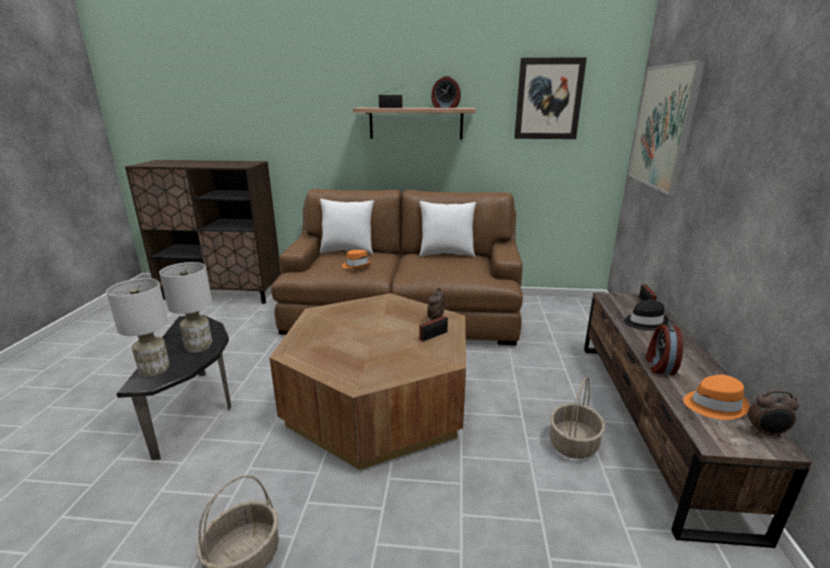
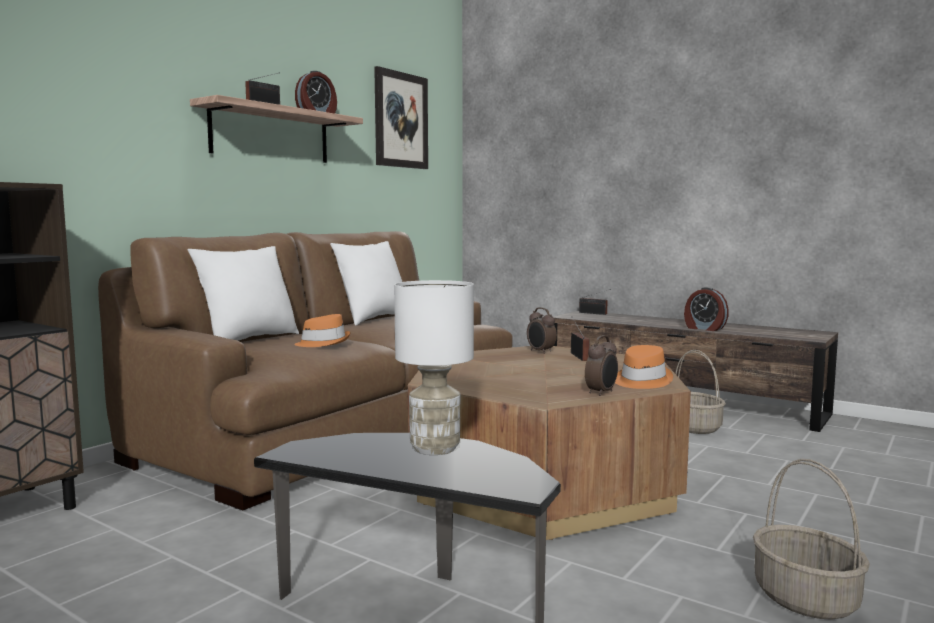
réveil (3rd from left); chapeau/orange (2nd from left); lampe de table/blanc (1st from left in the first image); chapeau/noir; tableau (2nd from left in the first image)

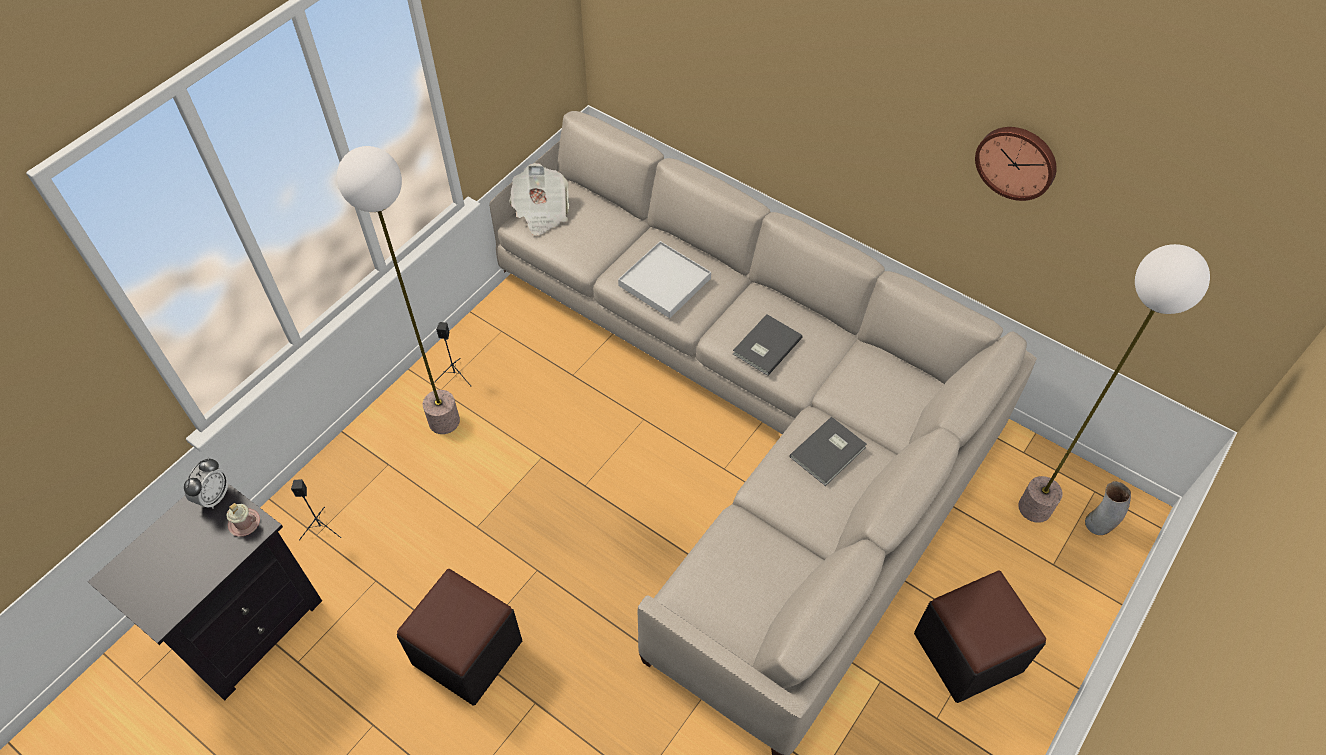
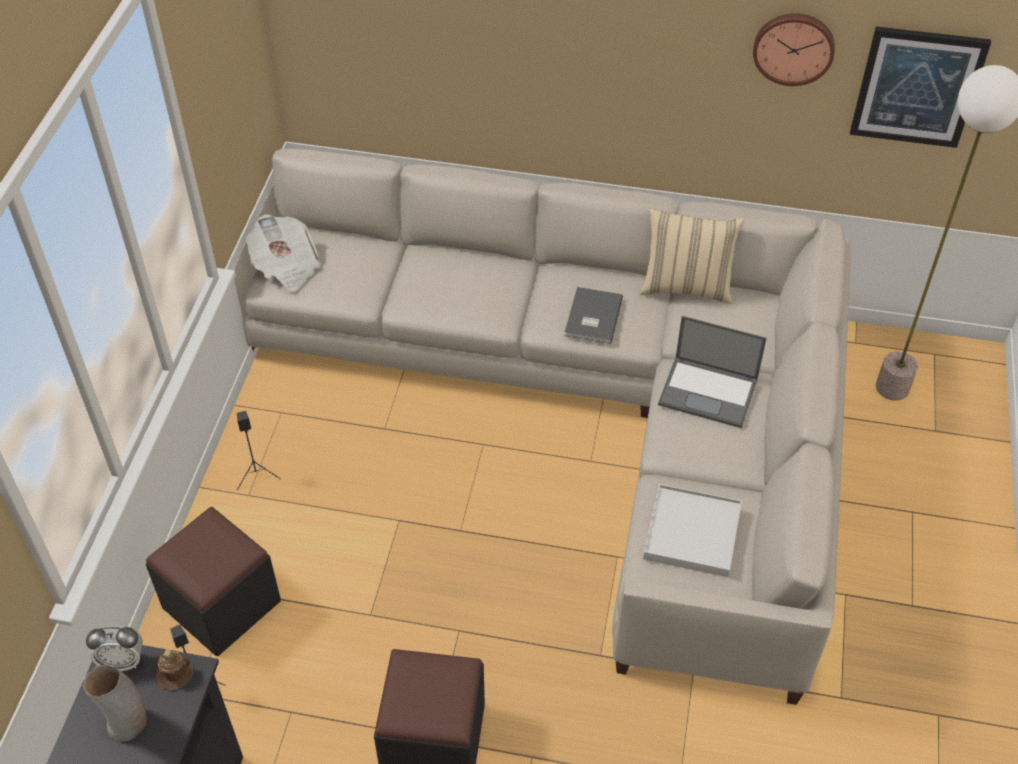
vase; réveil; pouf/noir (1st from left); mug/marron; coussin/beige; plateau/blanc; ordinateur portable; tableau; lampadaire (1st from left in the first image)

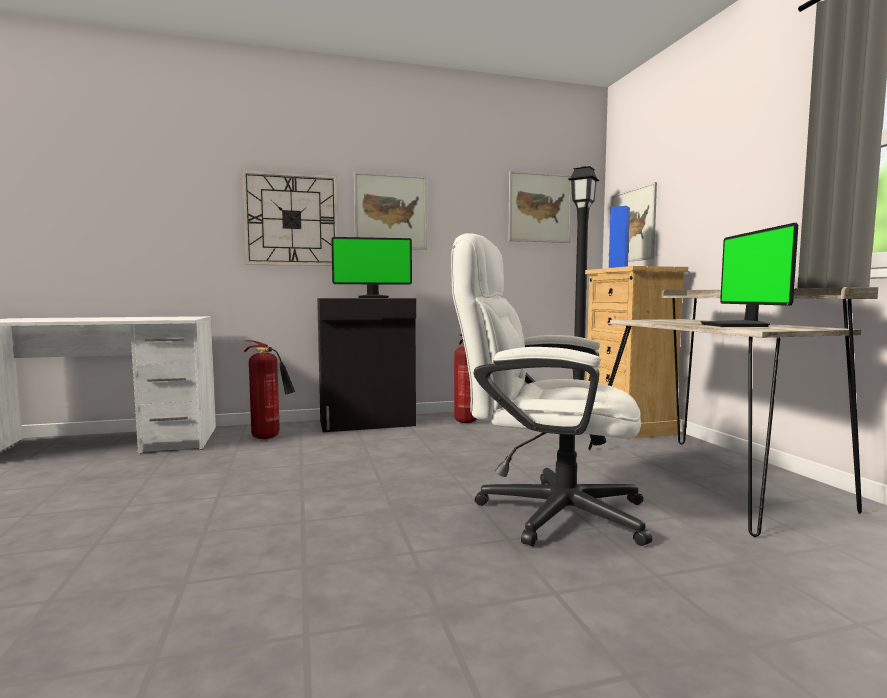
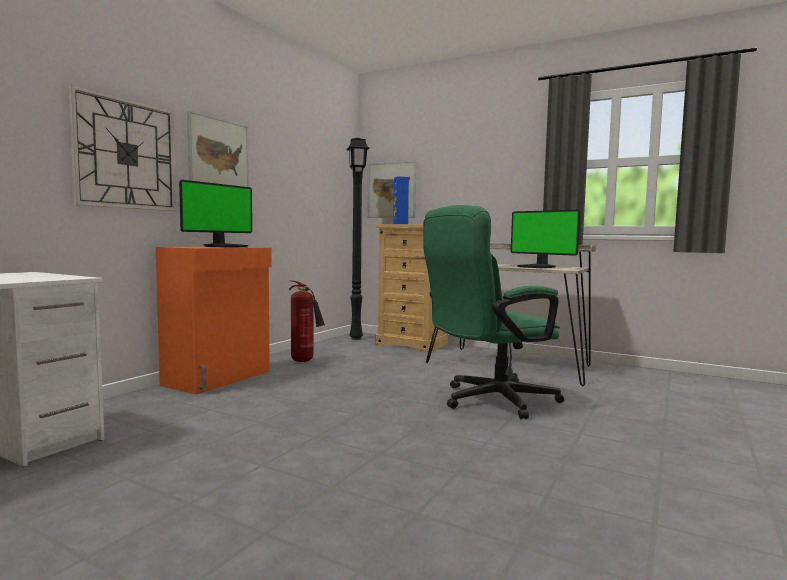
meuble de rangement/orange; chaise de bureau/vert; extincteur (1st from left in the first image); tableau (2nd from left in the first image)

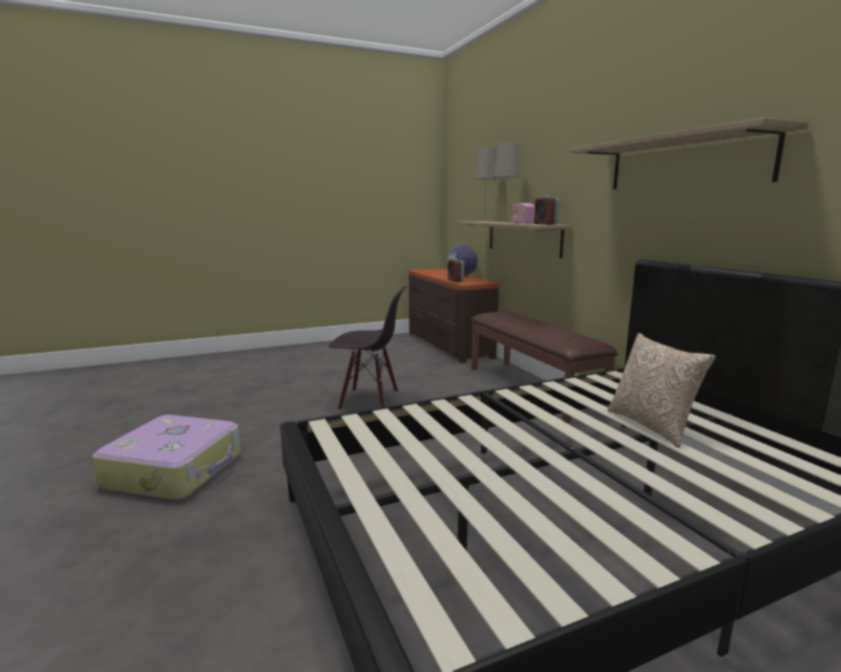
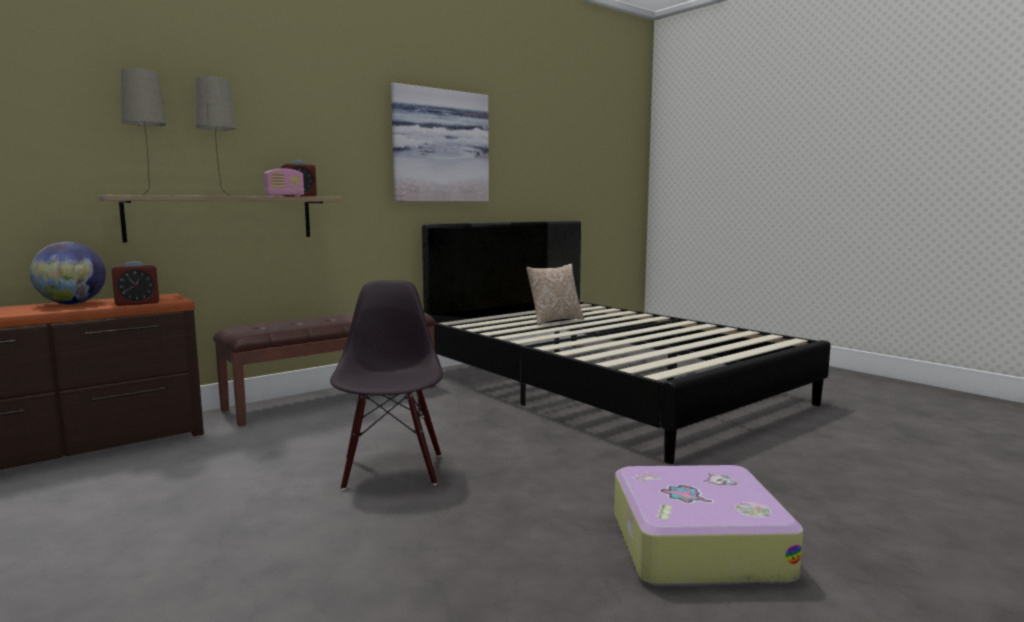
tableau

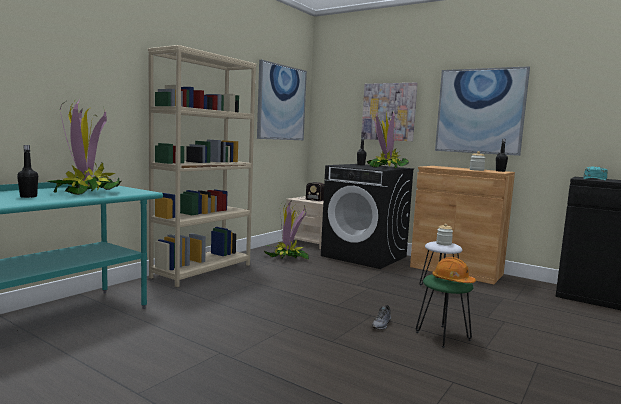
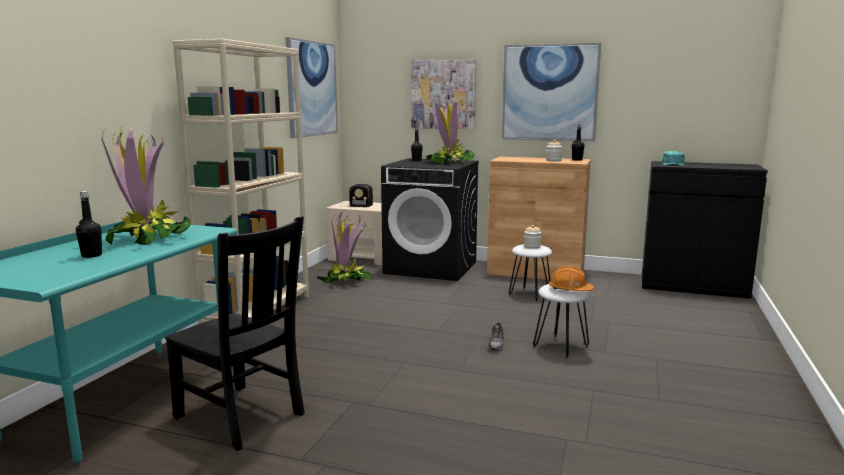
chaise/noir; tabouret/blanc (2nd from left)

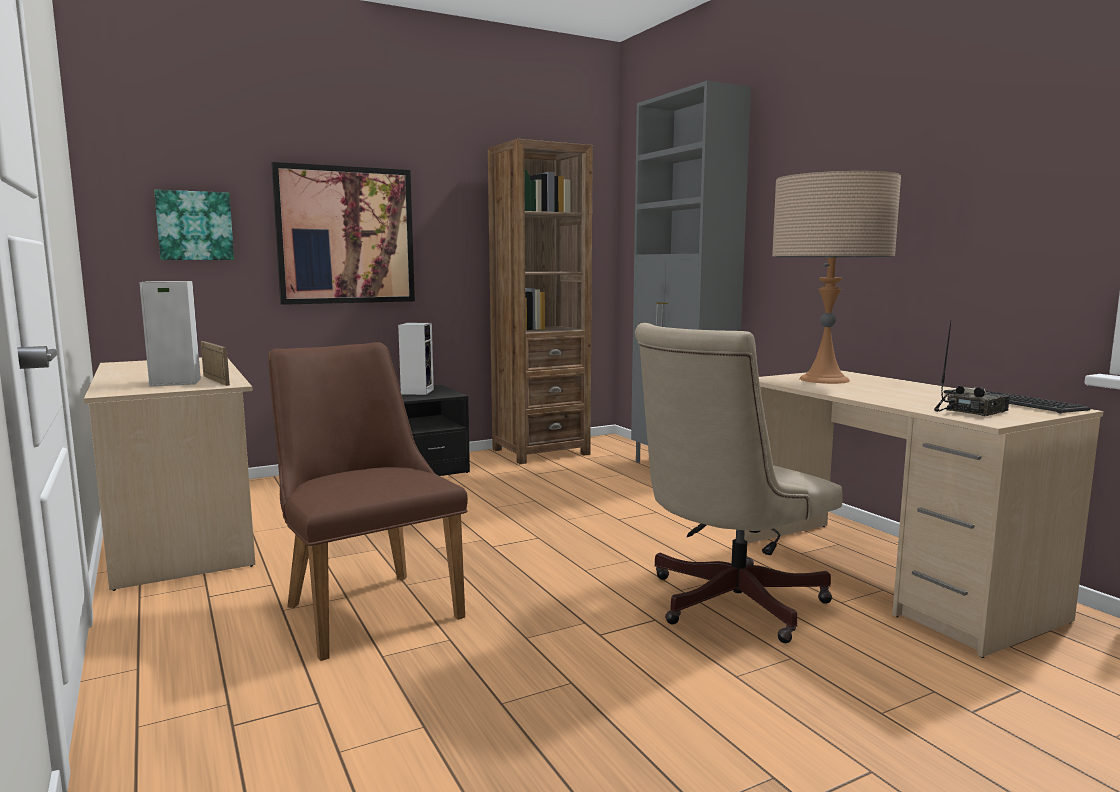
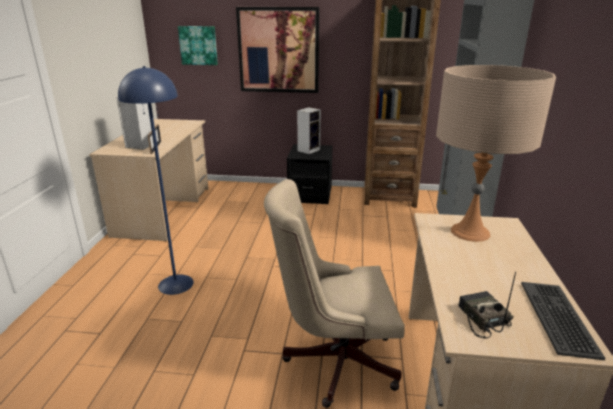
lampadaire/bleu; radio

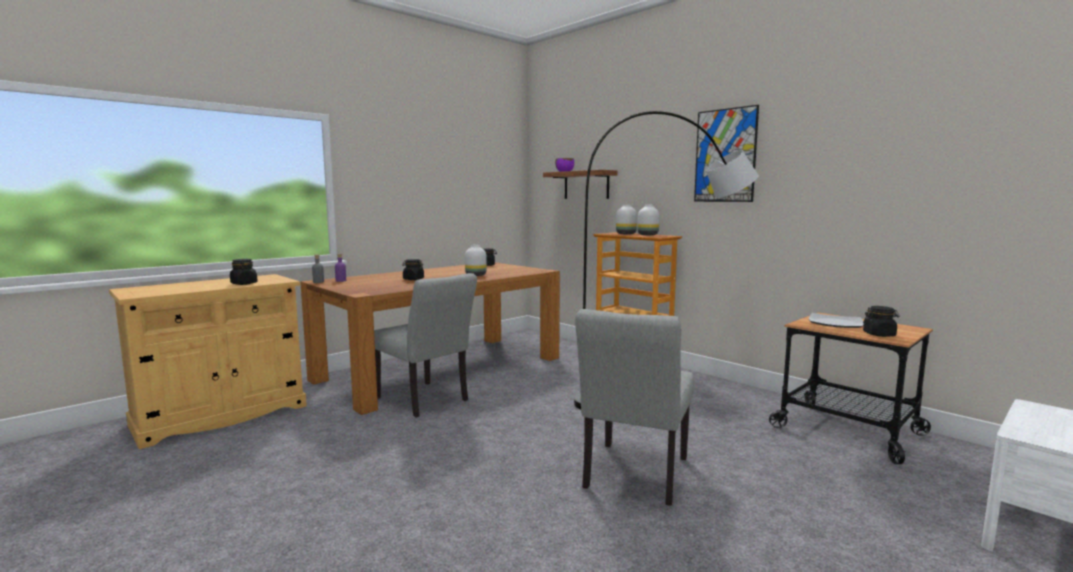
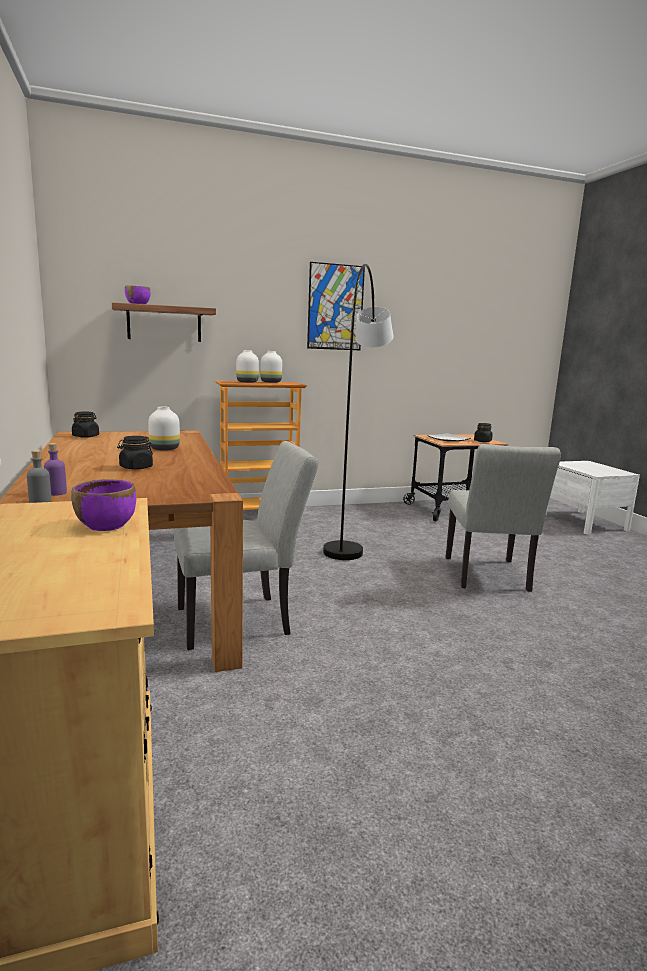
bol/violet (1st from left); chaise/gris (2nd from left)

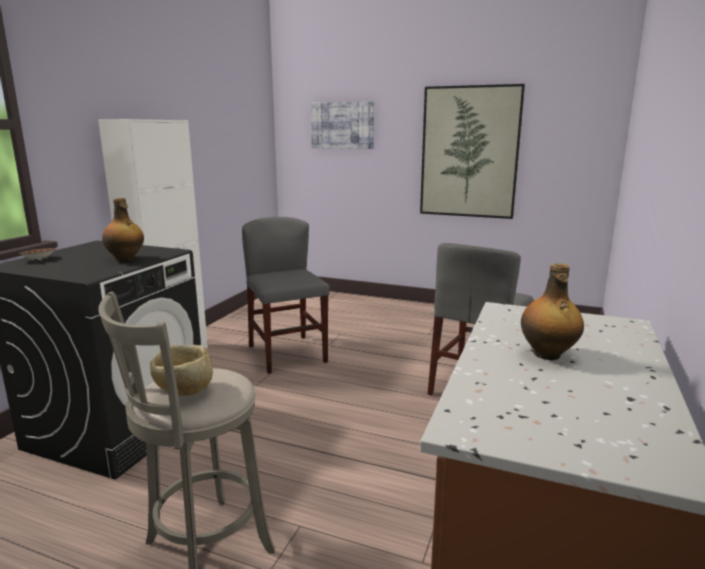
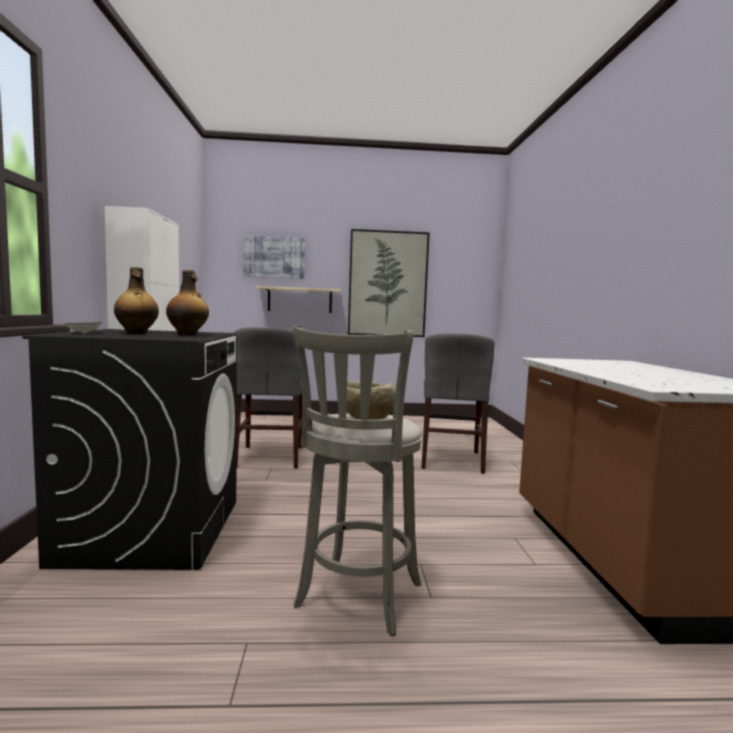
bouteille (1st from left); chaise/gris (1st from left); étagère/beige

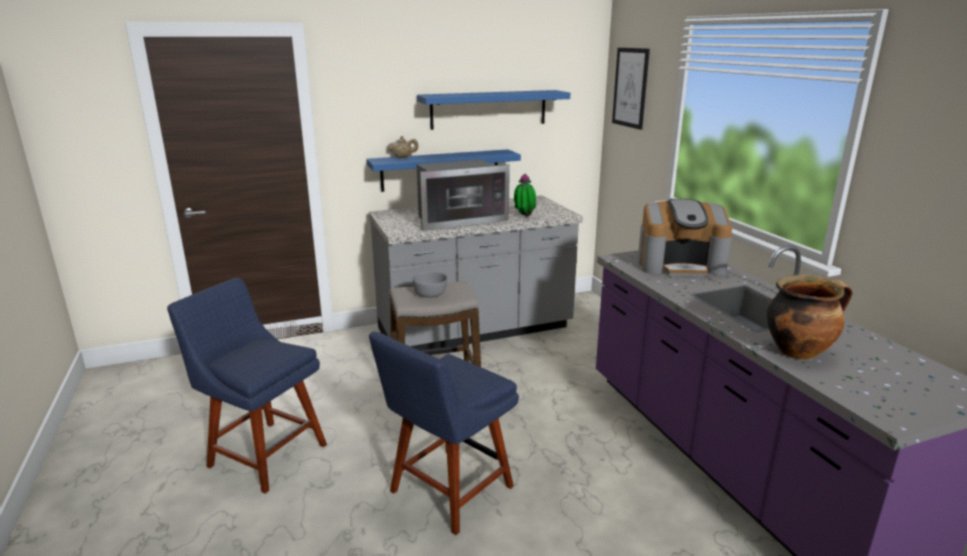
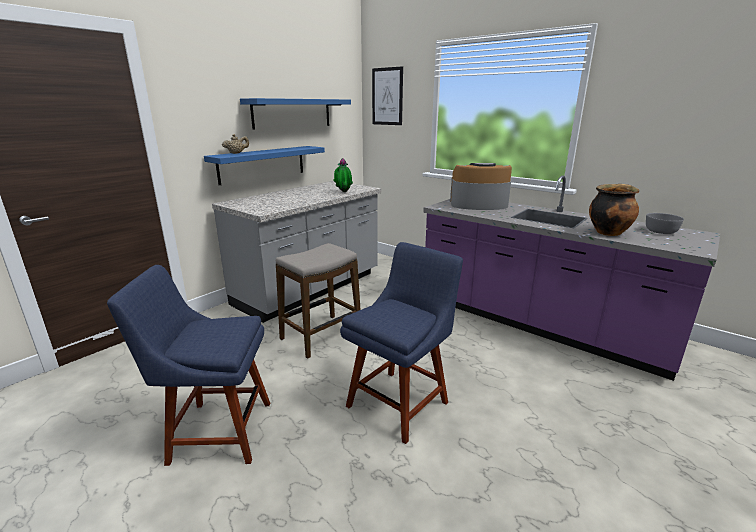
chaise/bleu (2nd from left); machine à café; bol/gris; micro-ondes

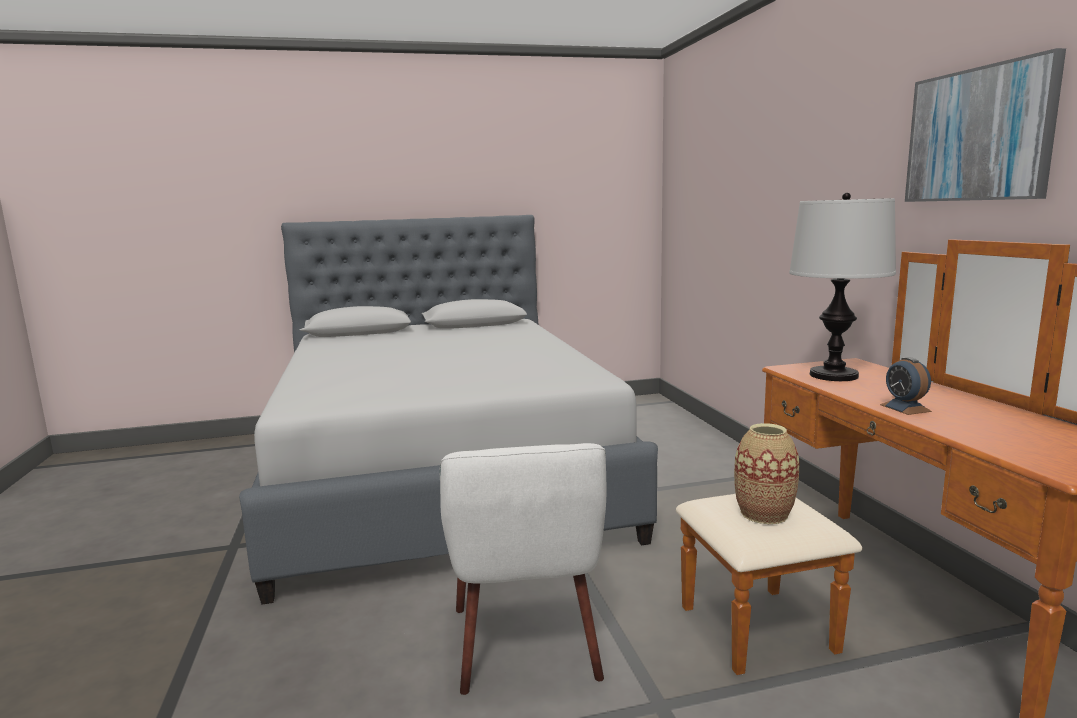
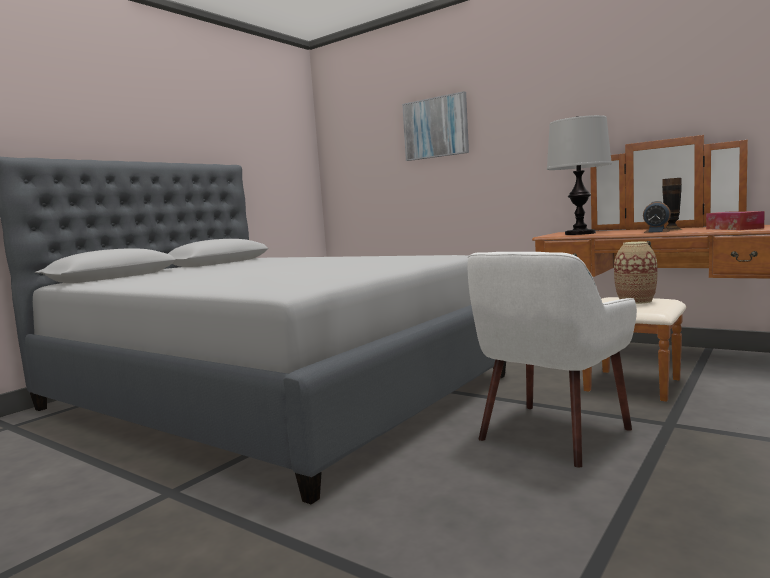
tableau; fauteuil/blanc; vase (2nd from left); boîte à mouchoirs

